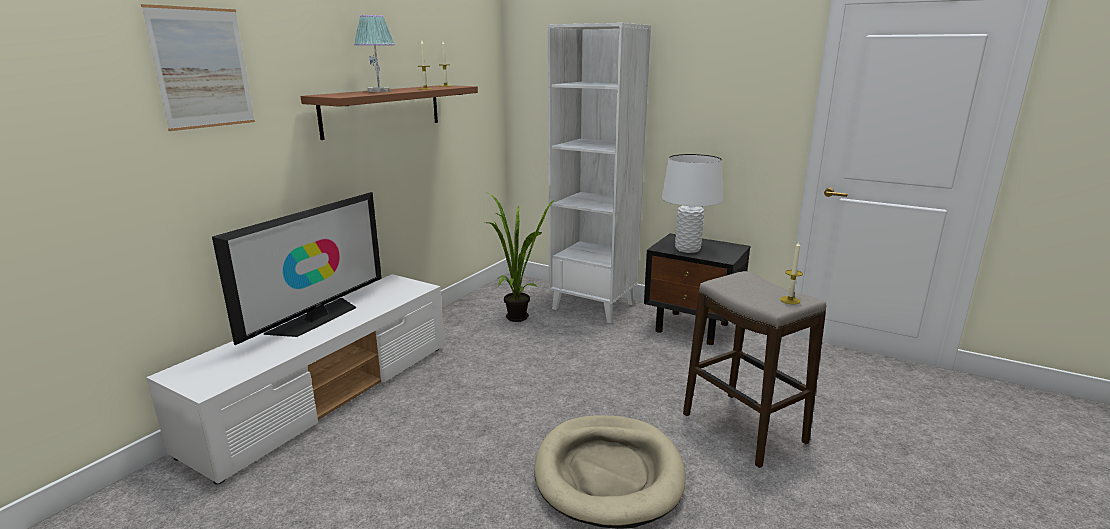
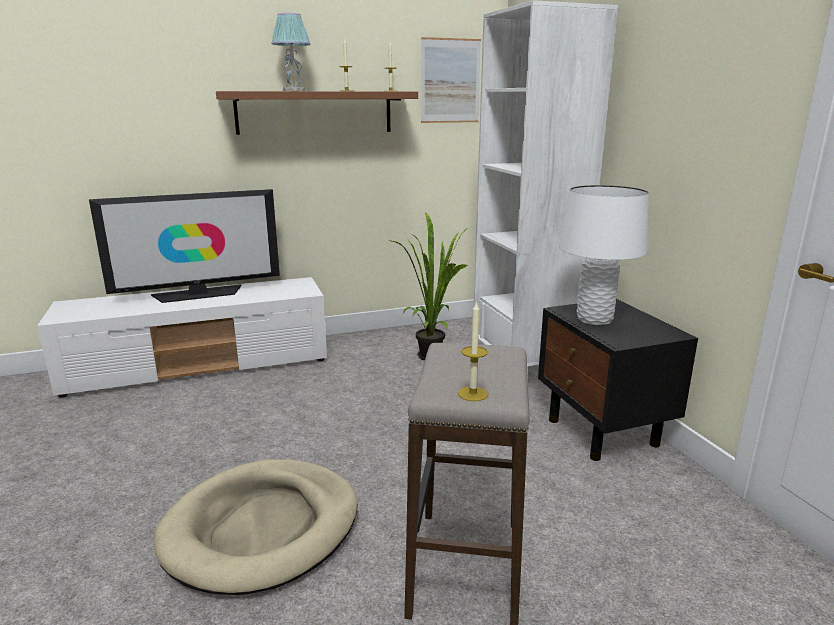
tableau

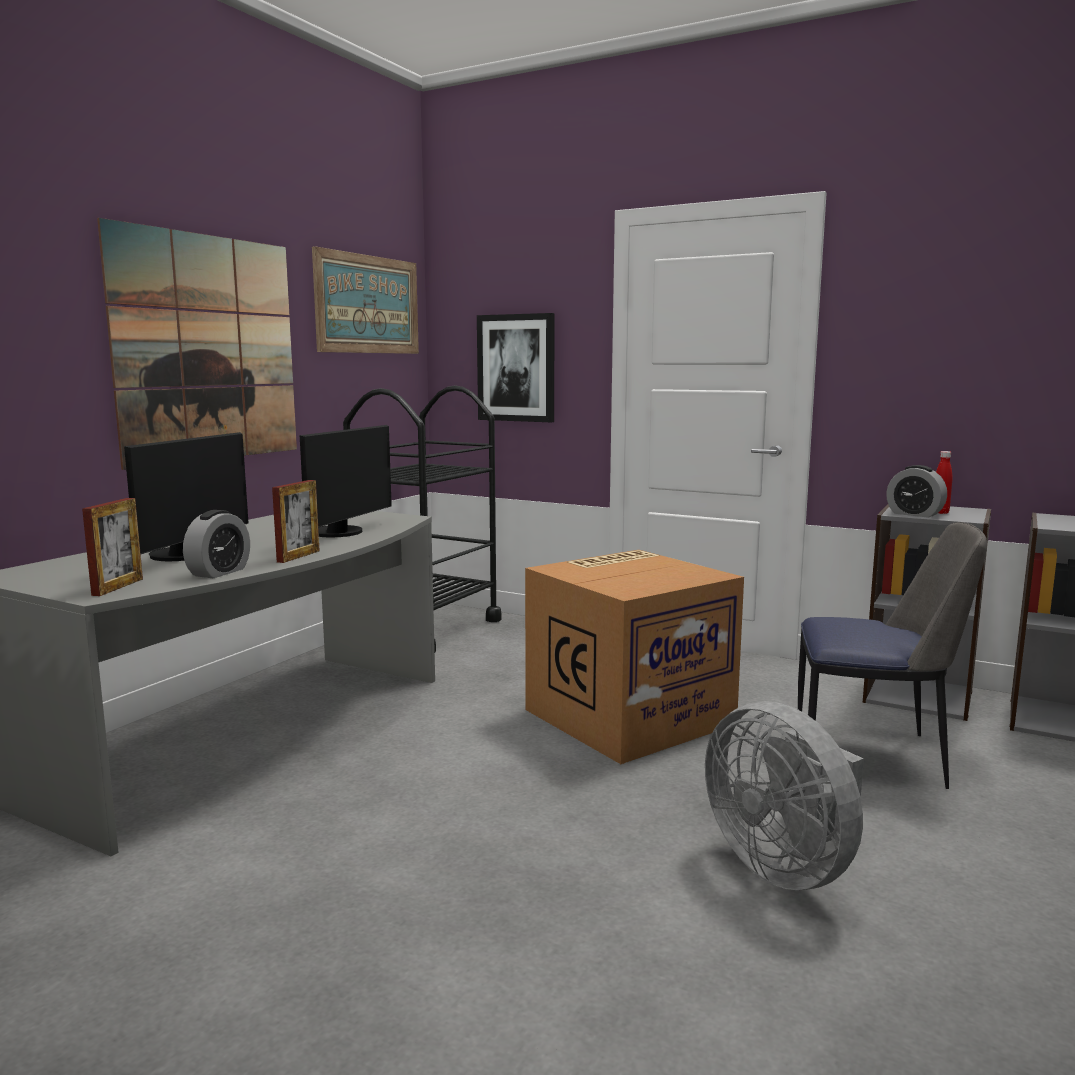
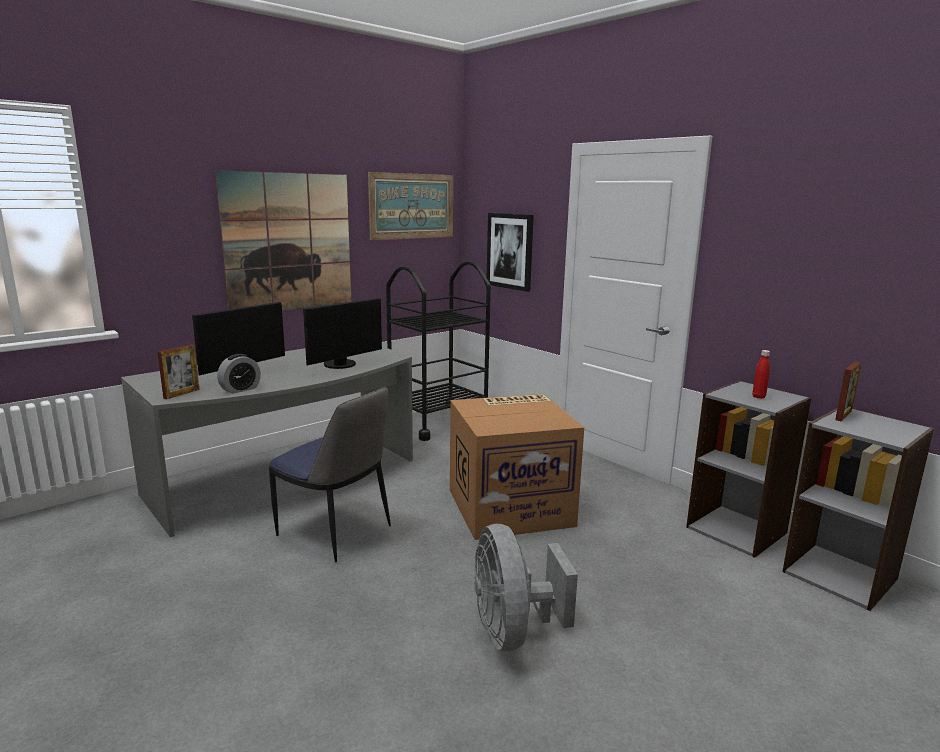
chaise; cadre photo (2nd from left); réveil (2nd from left in the first image)

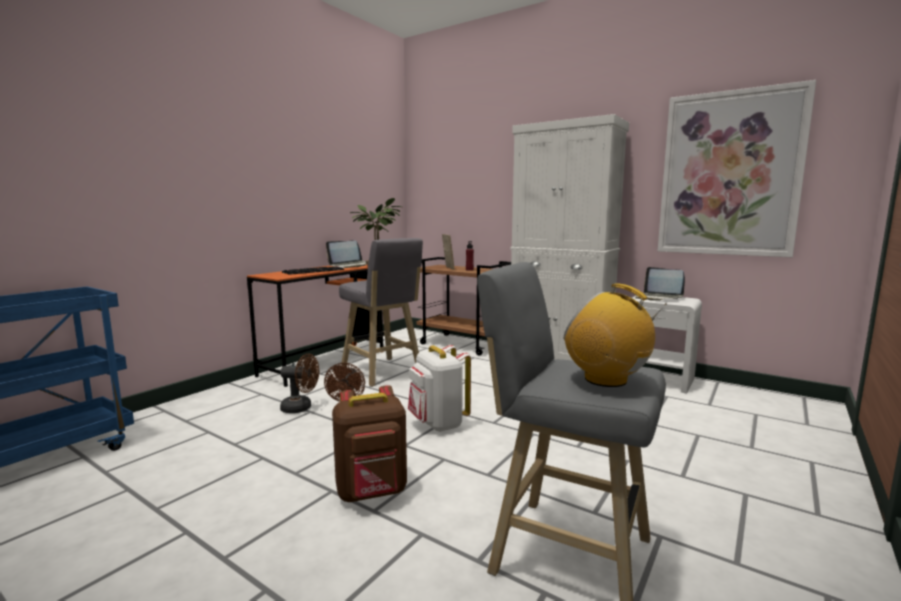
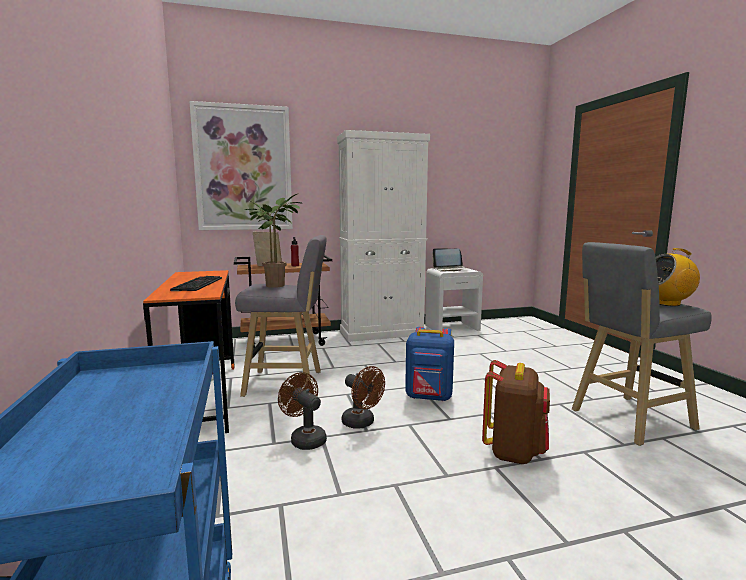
tableau; ventilateur/marron (1st from left); sac à dos/bleu; ordinateur portable (1st from left in the first image)

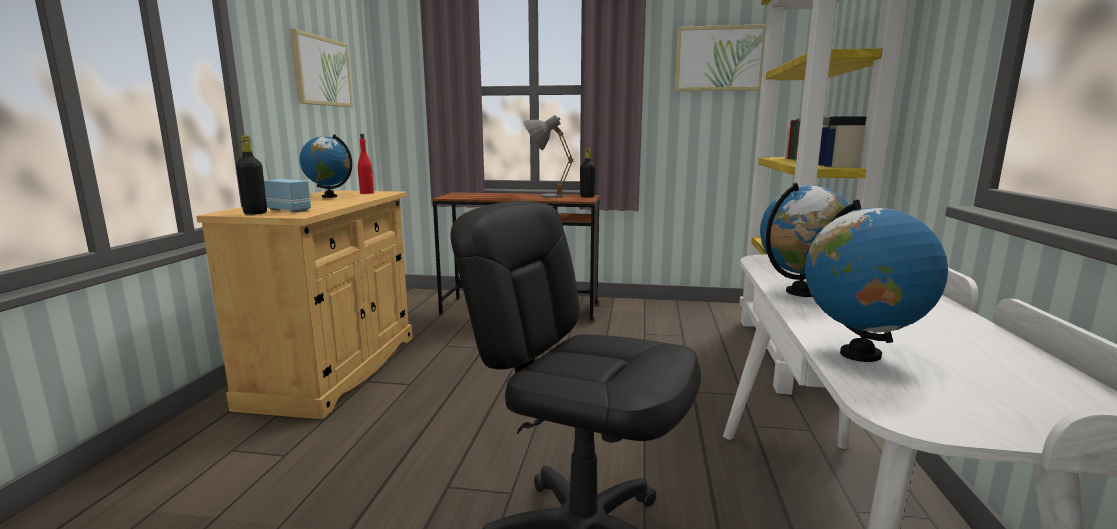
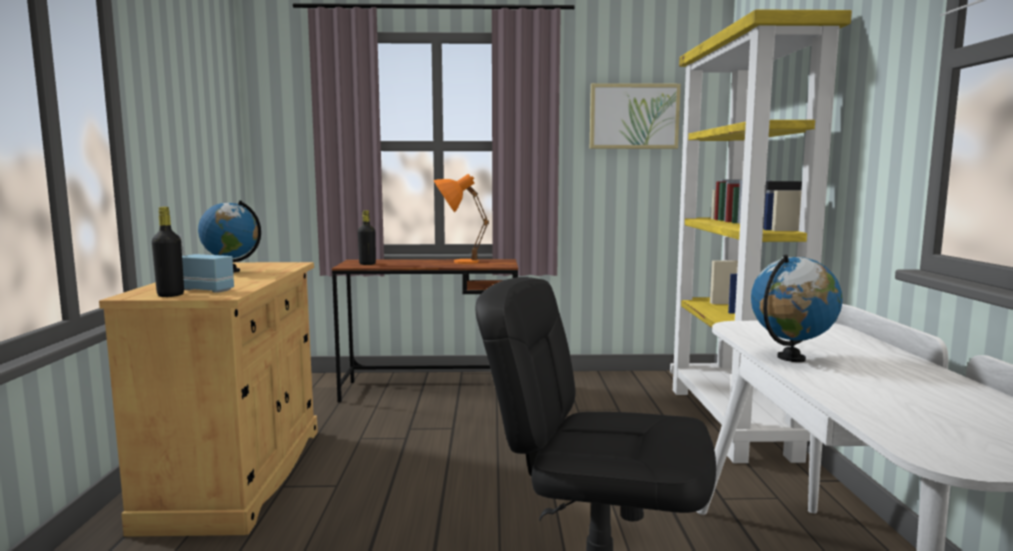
bouteille/noir (2nd from left); lampe de table/orange; tableau (1st from left in the first image); bouteille/rouge; globe (3rd from left in the first image)

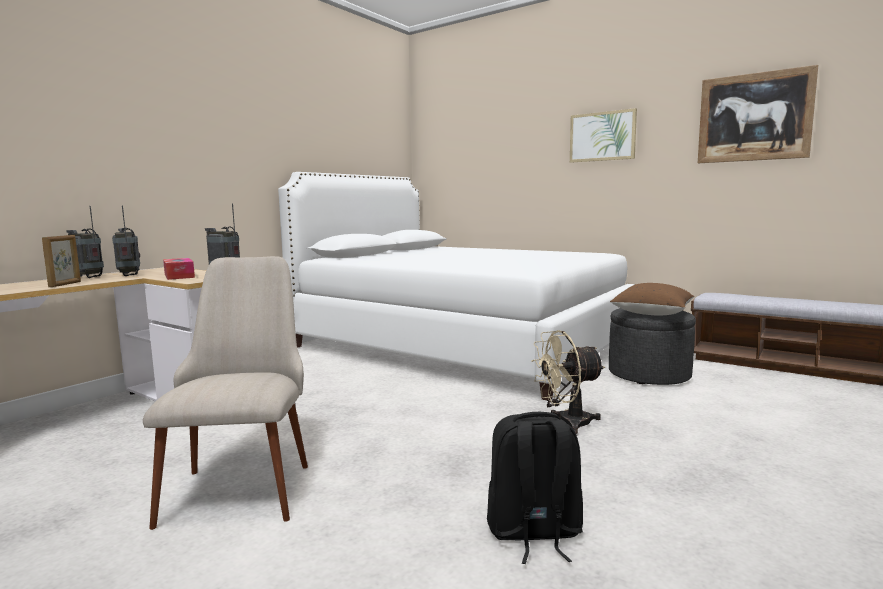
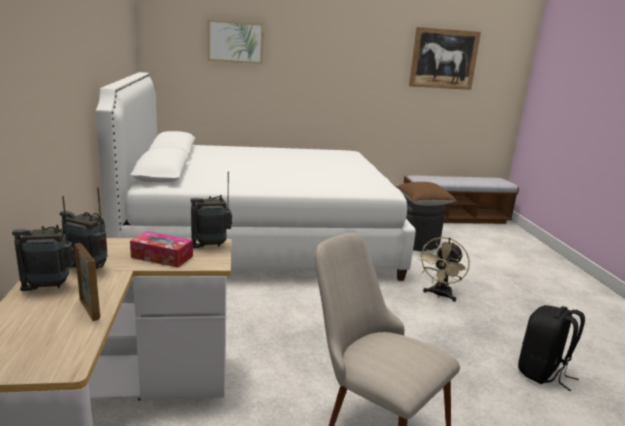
tableau (1st from left)

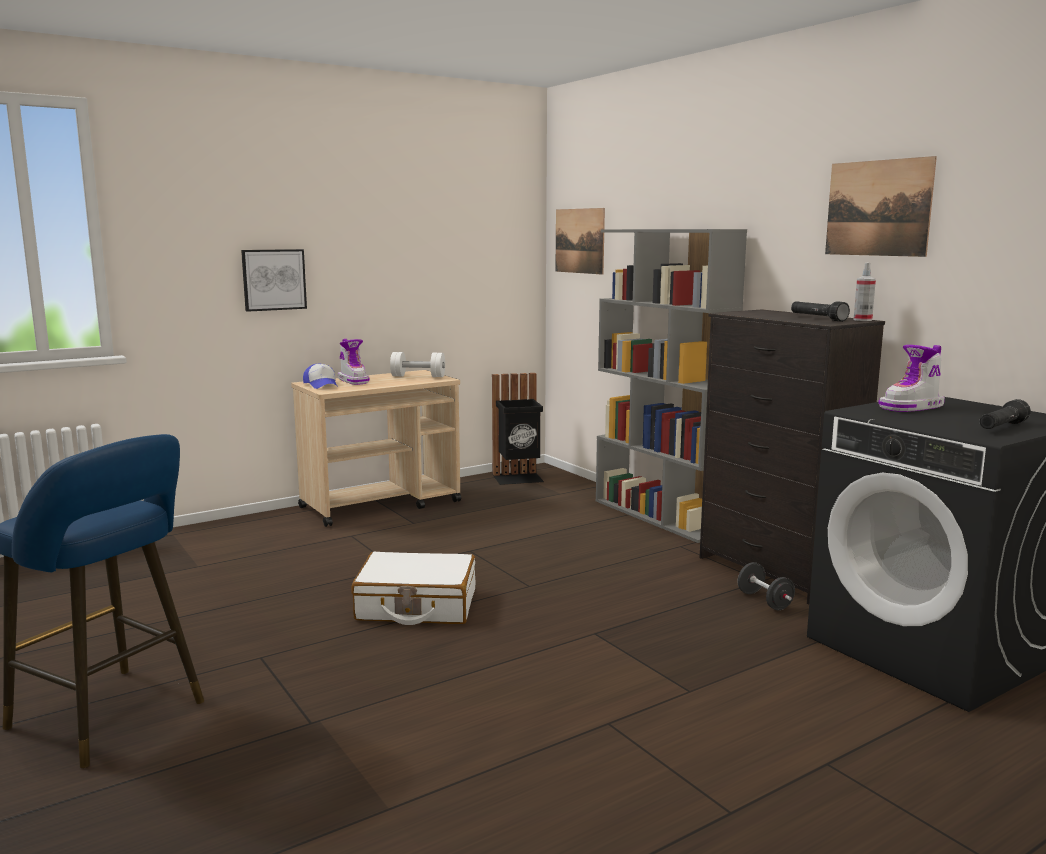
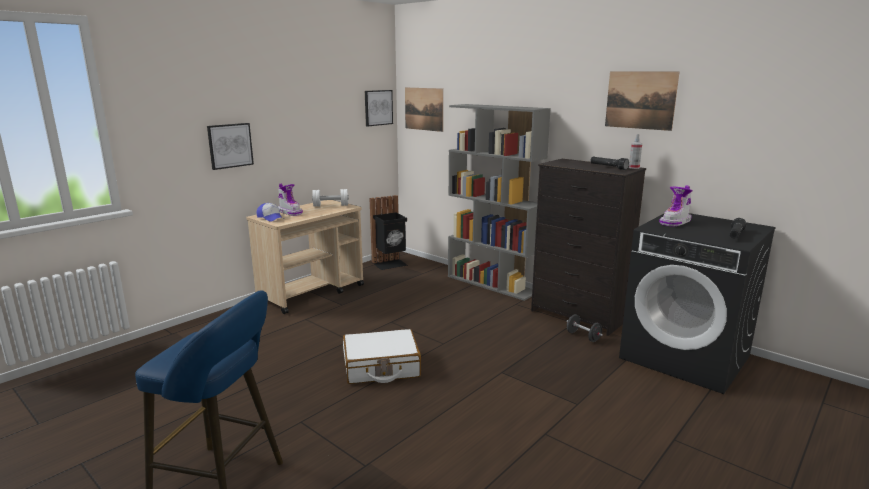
tableau (2nd from left)

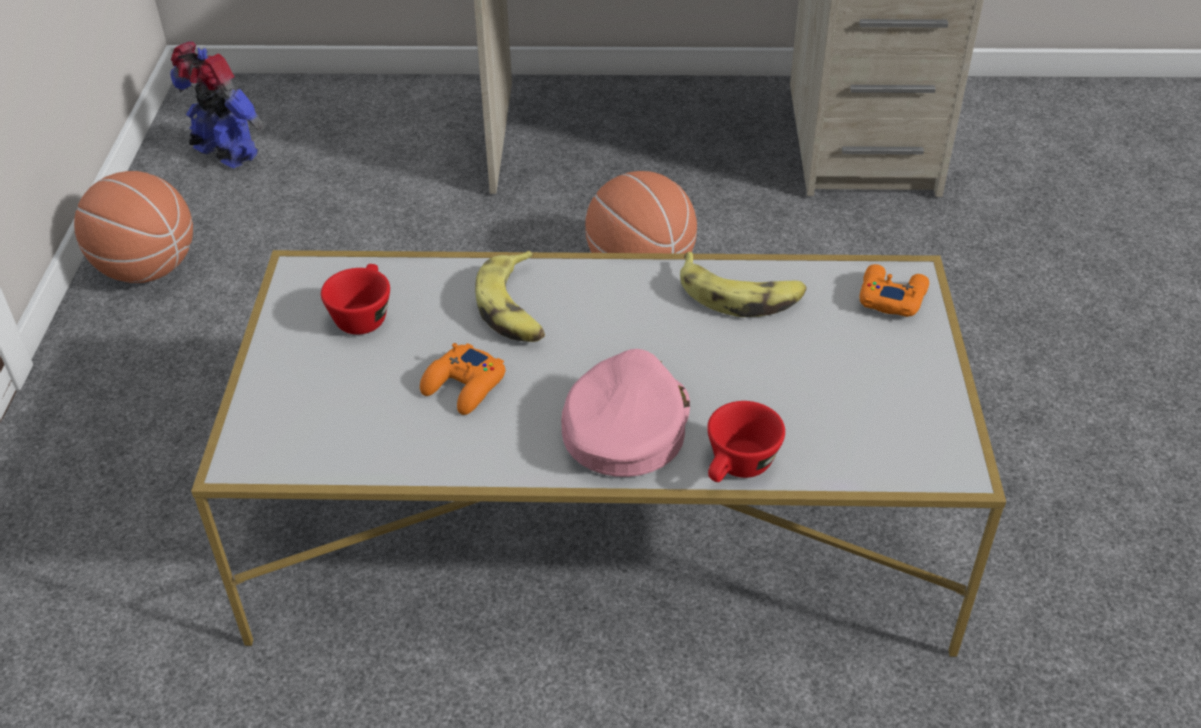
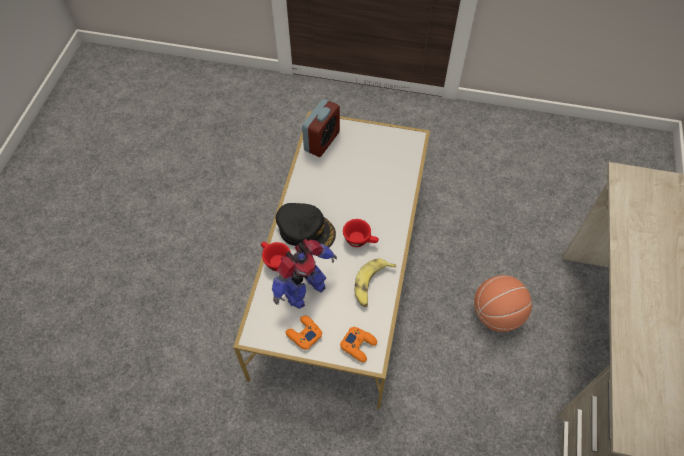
robot jouet; casquette/noir; manette/orange (1st from left); réveil; tasse/rouge (2nd from left); ballon de basket (1st from left in the first image); banane (1st from left in the first image)

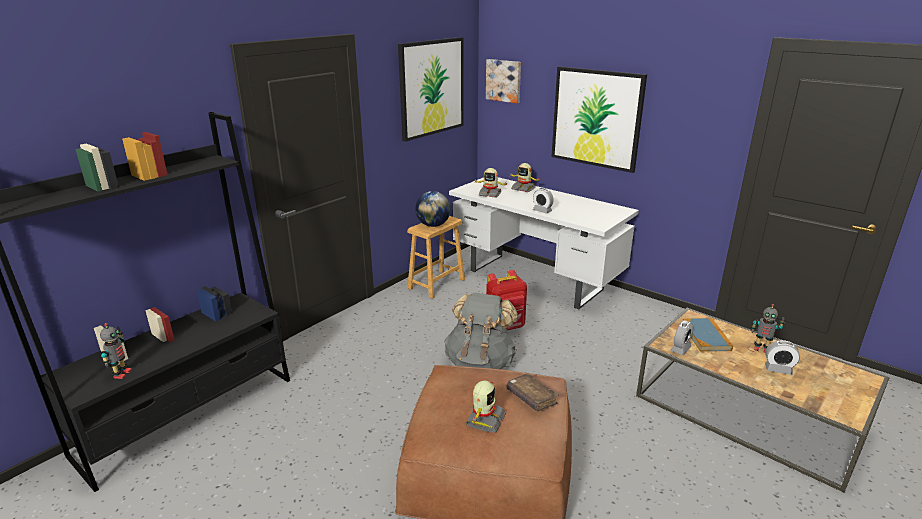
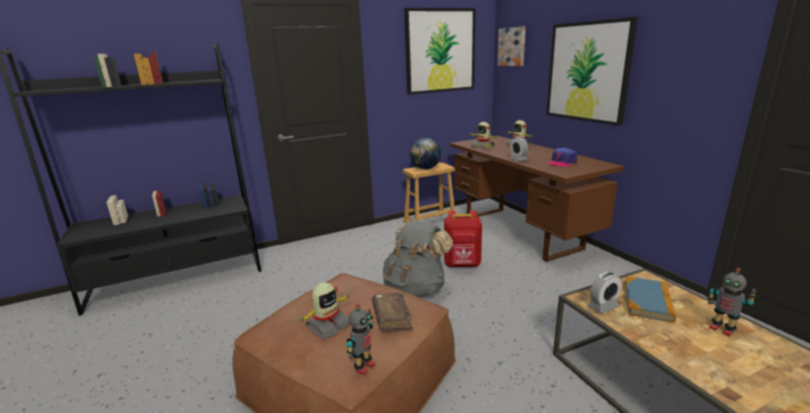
robot jouet (2nd from left); bureau/marron; casquette; réveil (3rd from left in the first image)

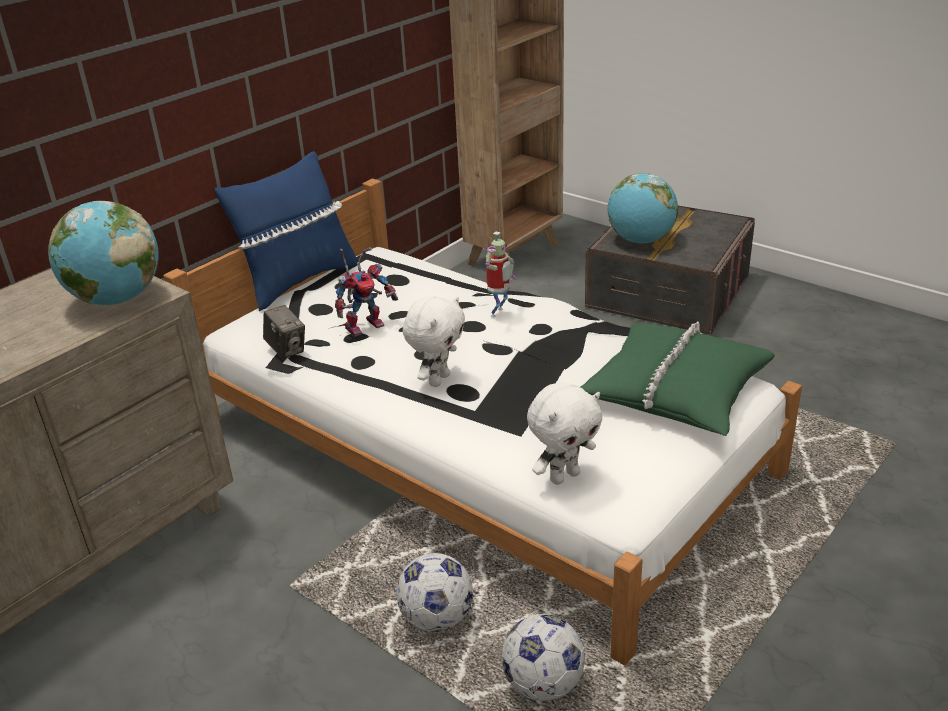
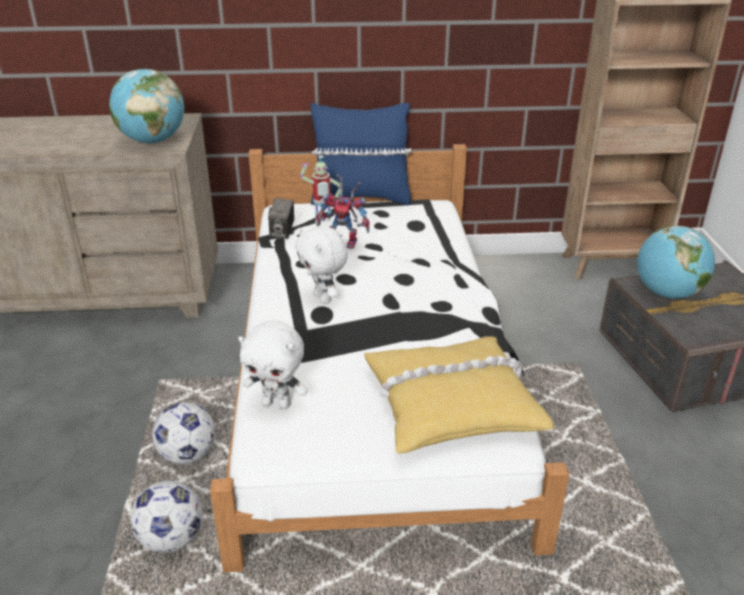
peluche/blanc (2nd from left); robot jouet (1st from left); coussin/jaune

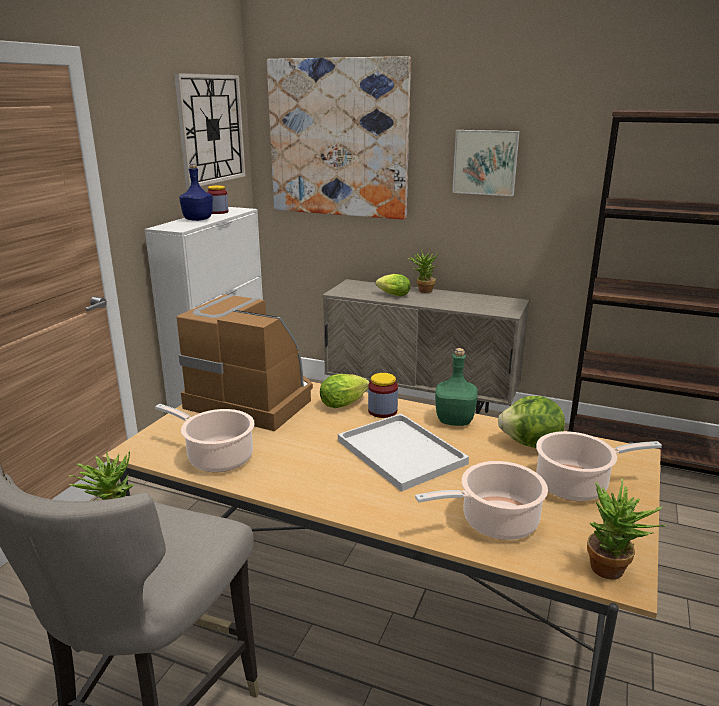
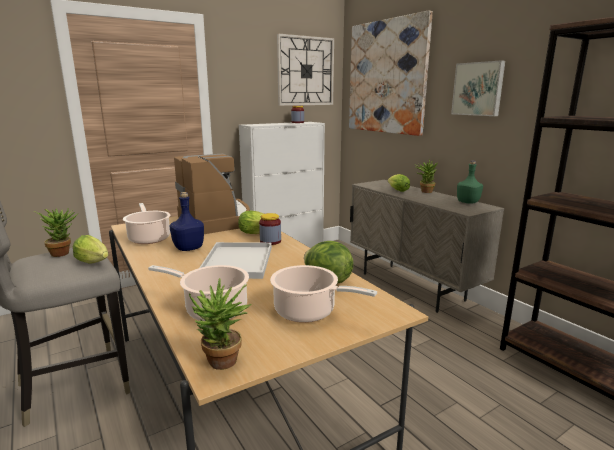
laitue (1st from left); bouteille/bleu; bouteille/vert

